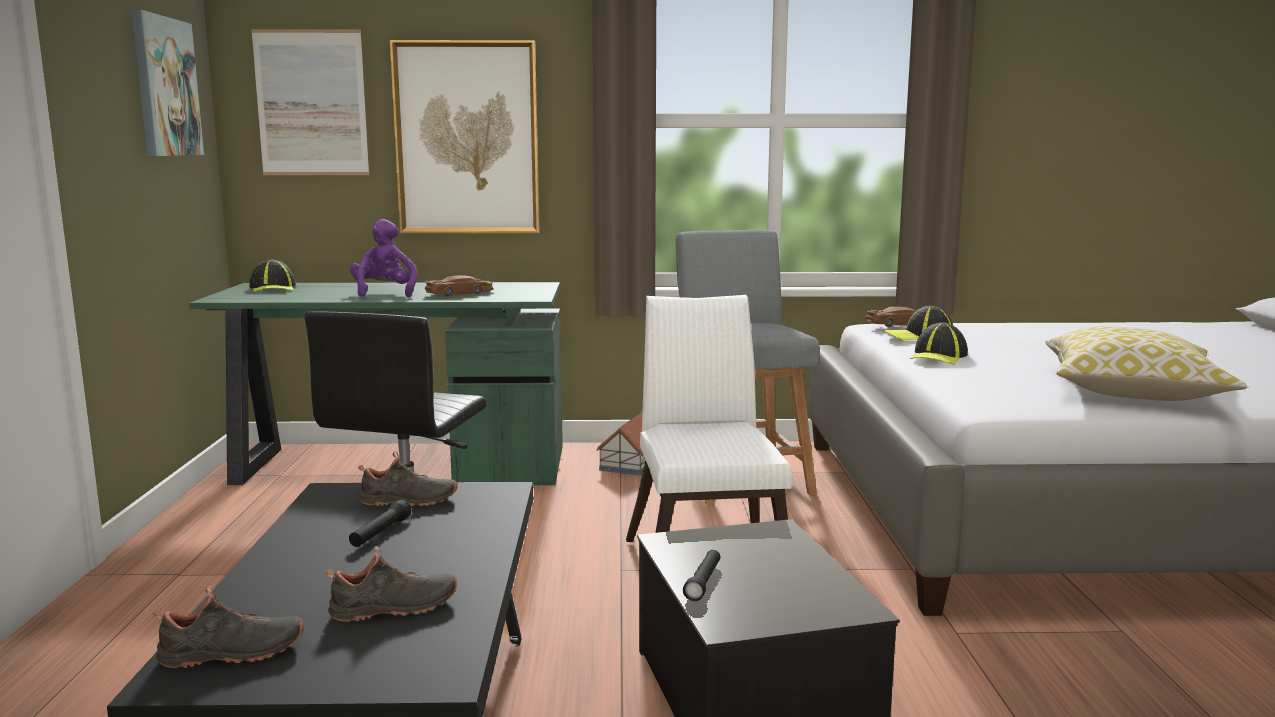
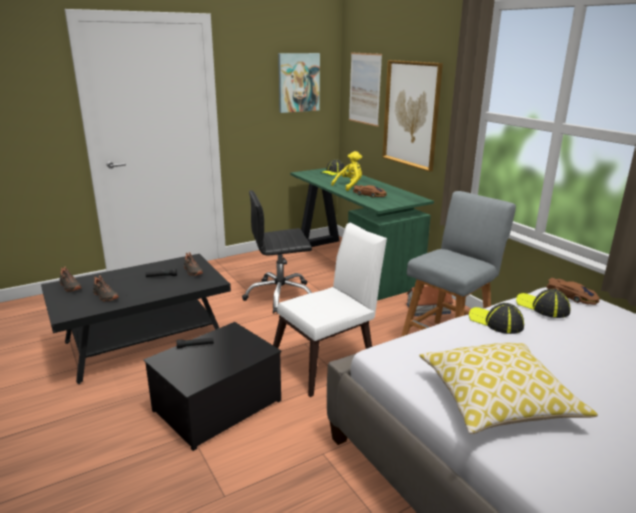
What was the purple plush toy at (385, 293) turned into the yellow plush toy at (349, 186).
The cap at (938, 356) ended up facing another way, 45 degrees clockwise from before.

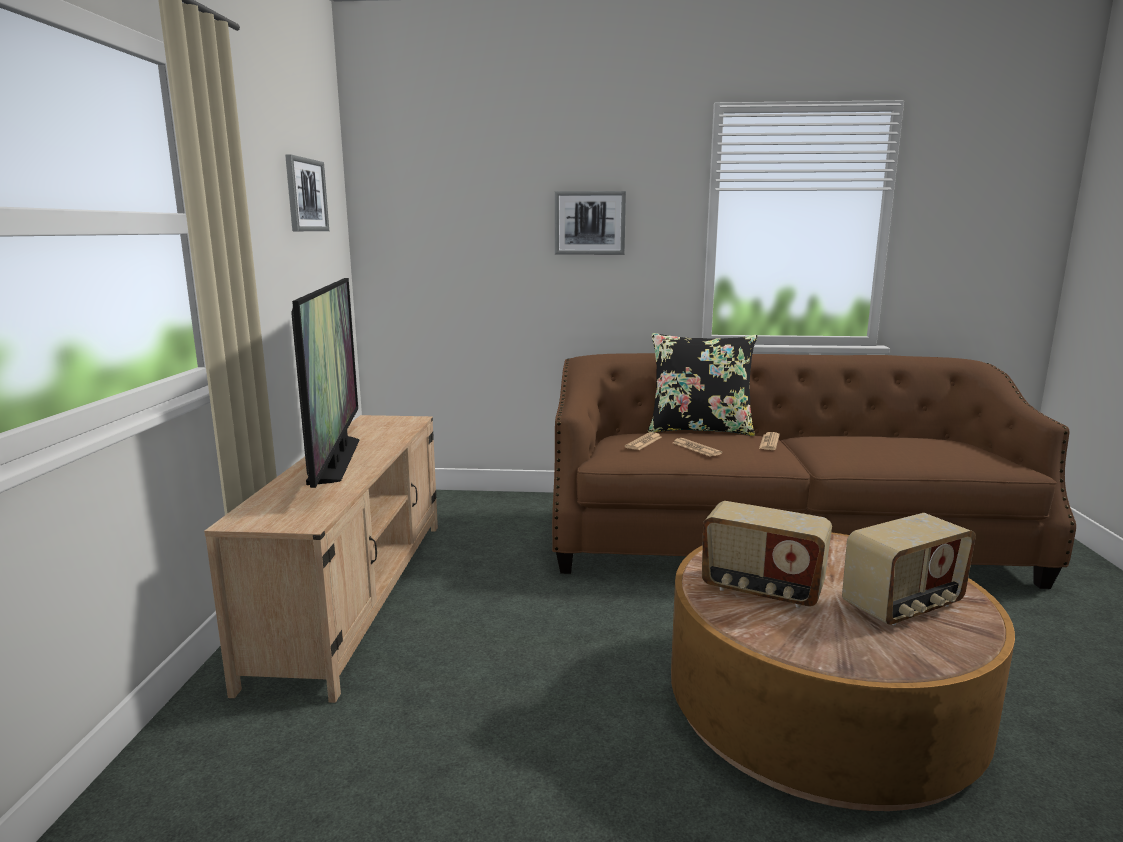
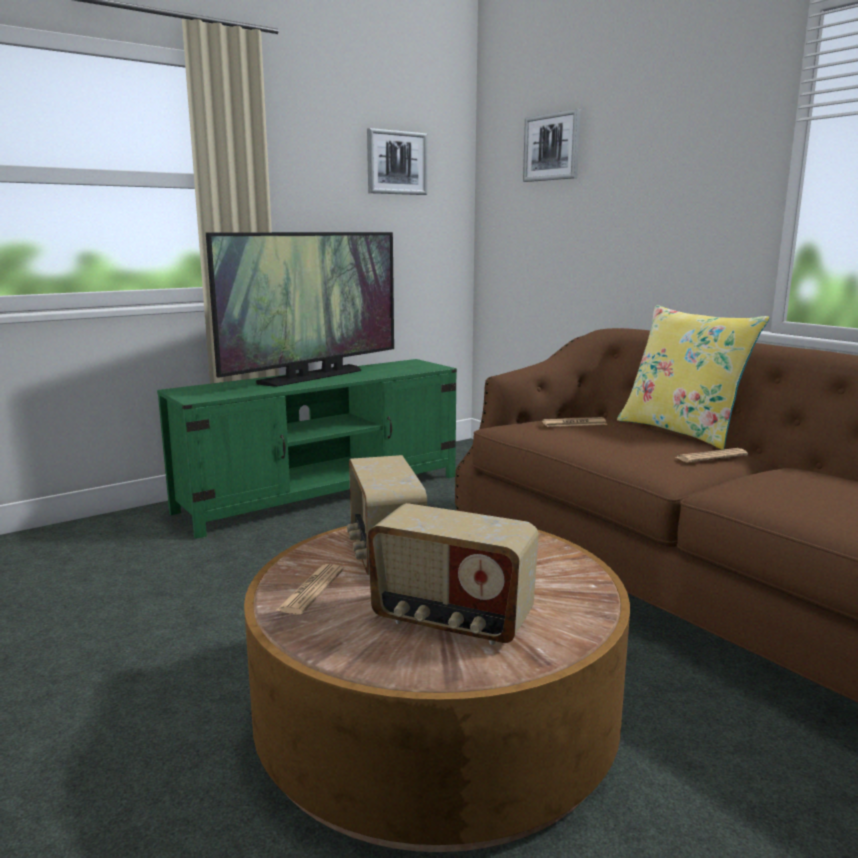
What was the beige tv stand at (356, 593) turned into the green tv stand at (323, 493).
The picture ended up elsewhere, having gone from (590, 223) to (552, 147).
What was the black pillow at (700, 429) turned into the yellow pillow at (681, 431).
The newspaper ended up elsewhere, having gone from (696, 448) to (311, 590).

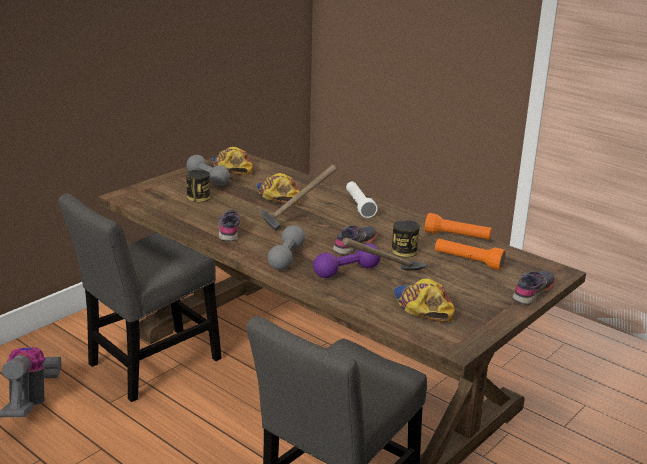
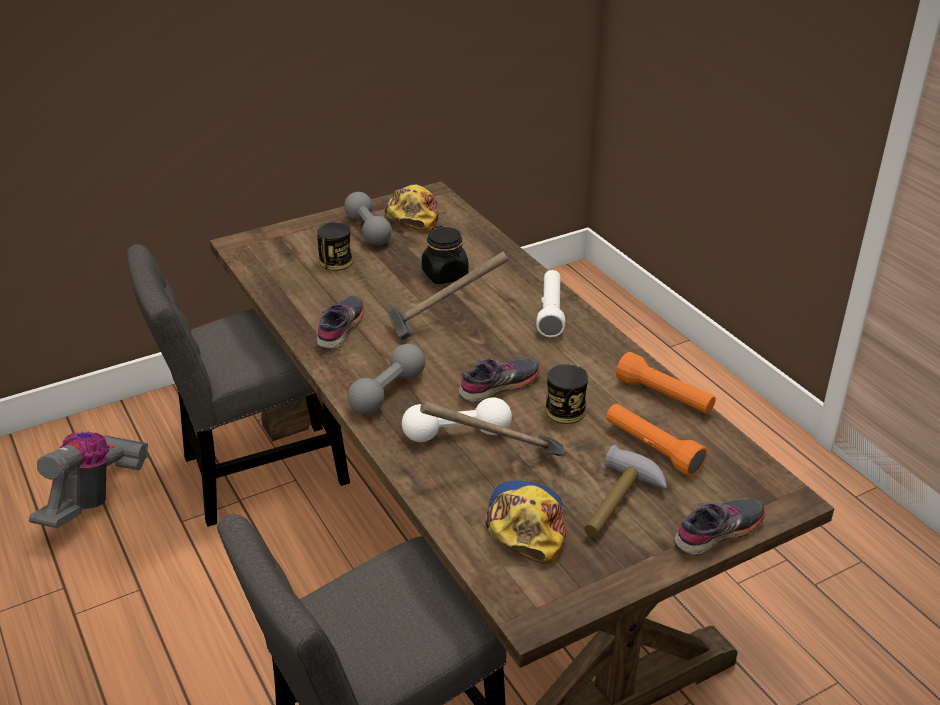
Where the cap stood at (277, 195), the black jar came to stand at (445, 274).
What was the purple dumbbell at (346, 271) turned into the white dumbbell at (457, 434).
The second view gained the hammer at (619, 504).

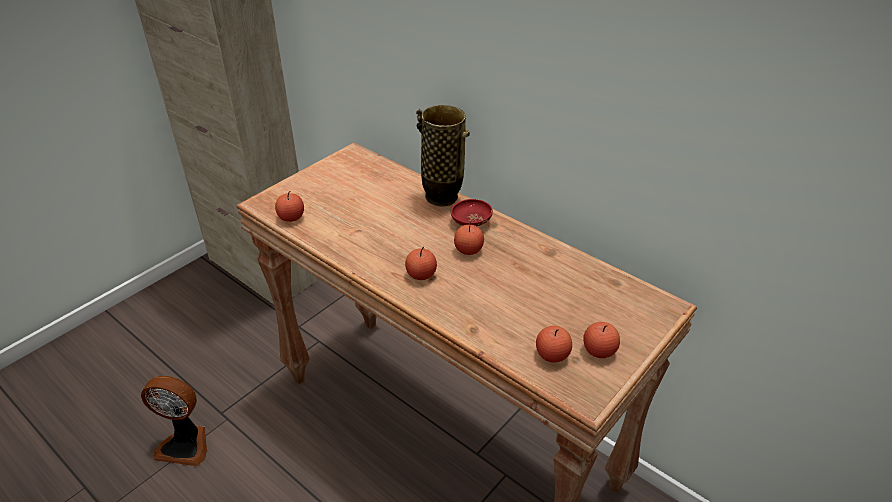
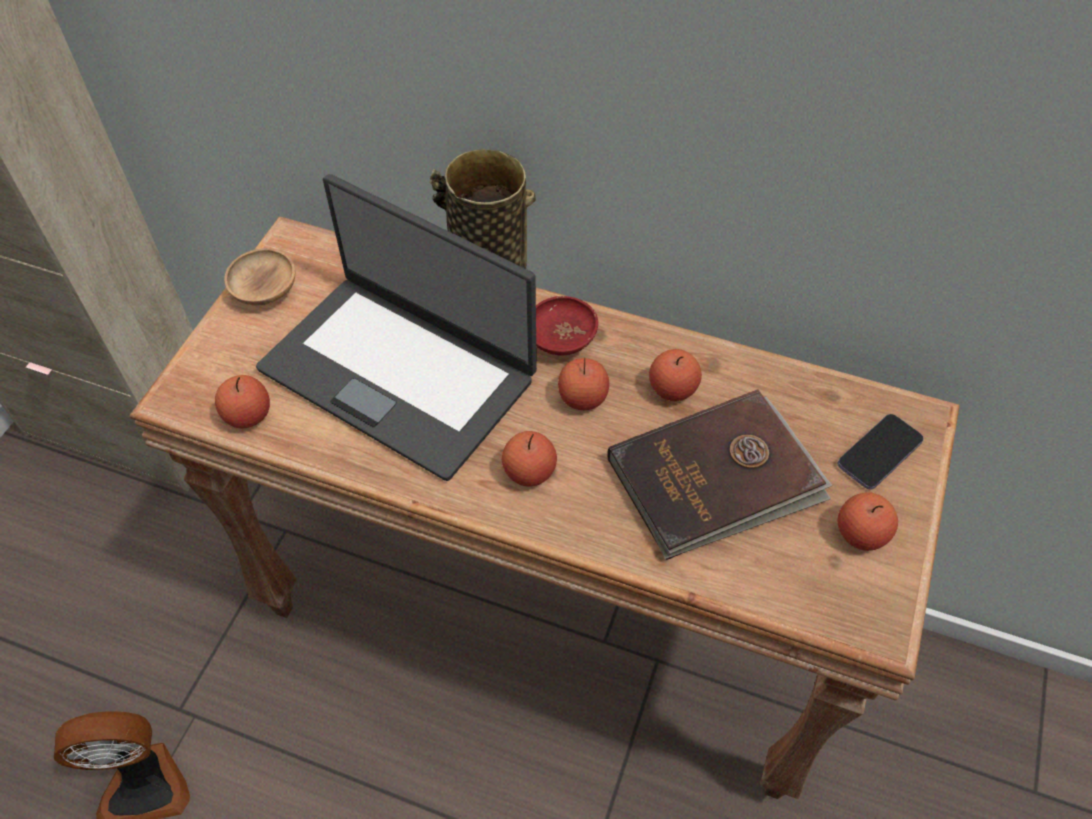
The apple ended up elsewhere, having gone from (552, 355) to (672, 389).
The second view gained the brown bowl at (265, 291).
The second view gained the laptop at (399, 371).
The second view gained the brown book at (716, 479).
The second view gained the phone at (879, 453).

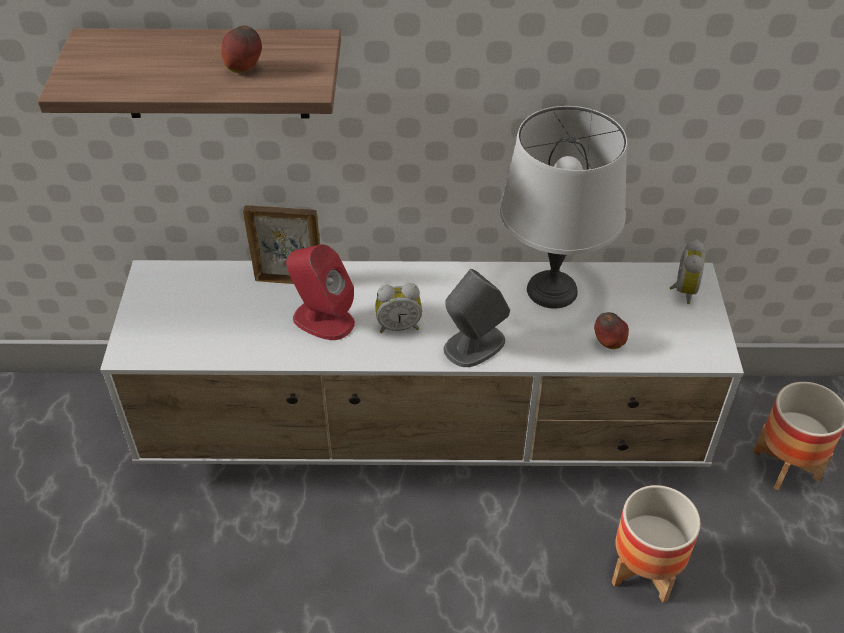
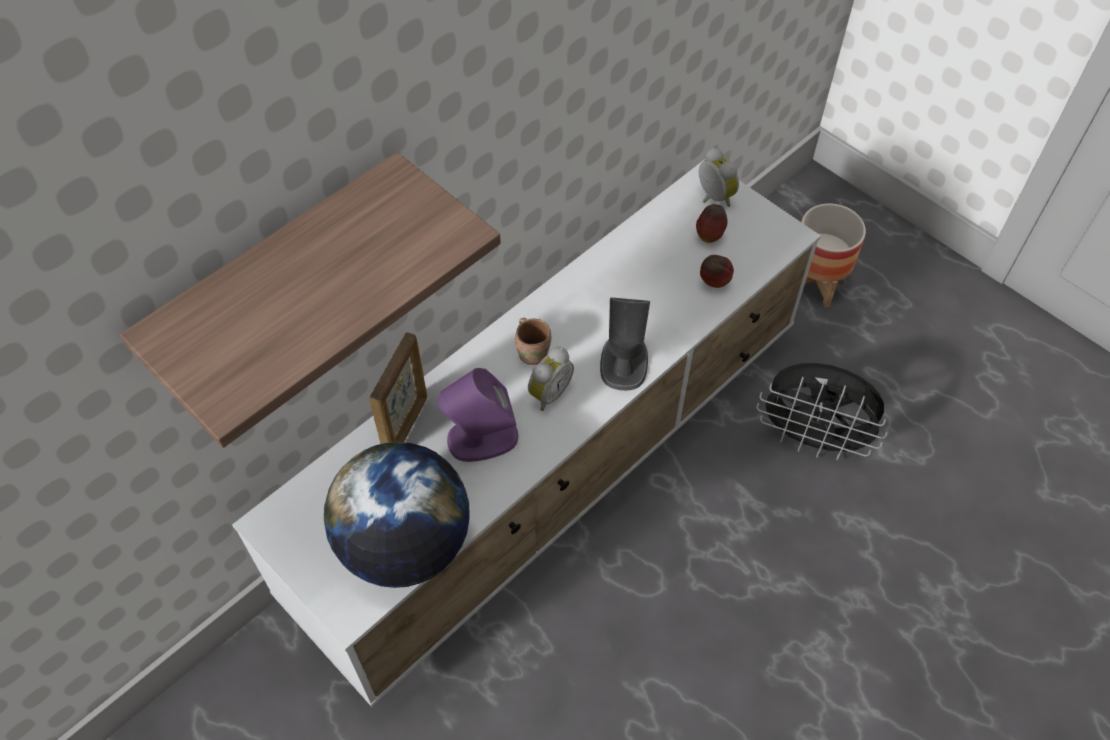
The apple ended up elsewhere, having gone from (244, 70) to (709, 236).
The picture frame at (289, 280) ended up facing another way, 150 degrees clockwise from before.
What was the red speaker at (322, 320) turned into the purple speaker at (481, 438).
The second view lost the grey table lamp at (553, 290).
Where the planter stood at (644, 571), the black fan came to stand at (812, 439).
The second view gained the globe at (405, 545).
The second view gained the brown mug at (533, 352).

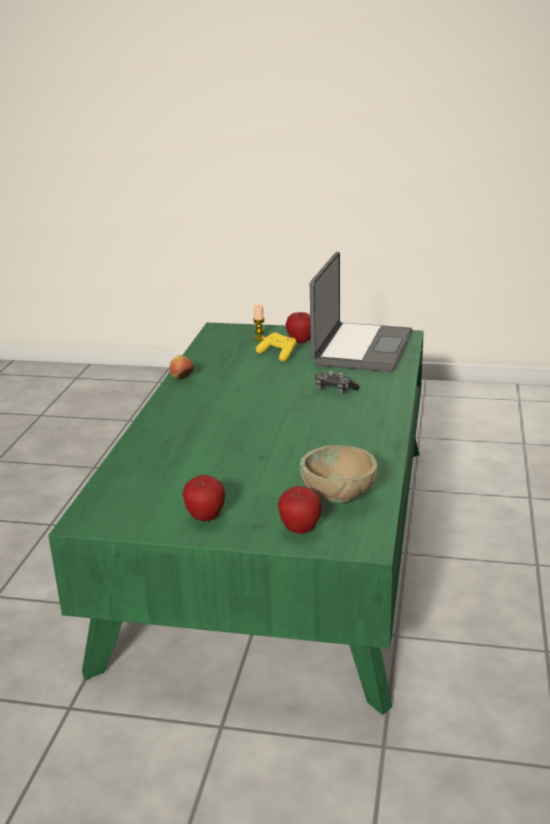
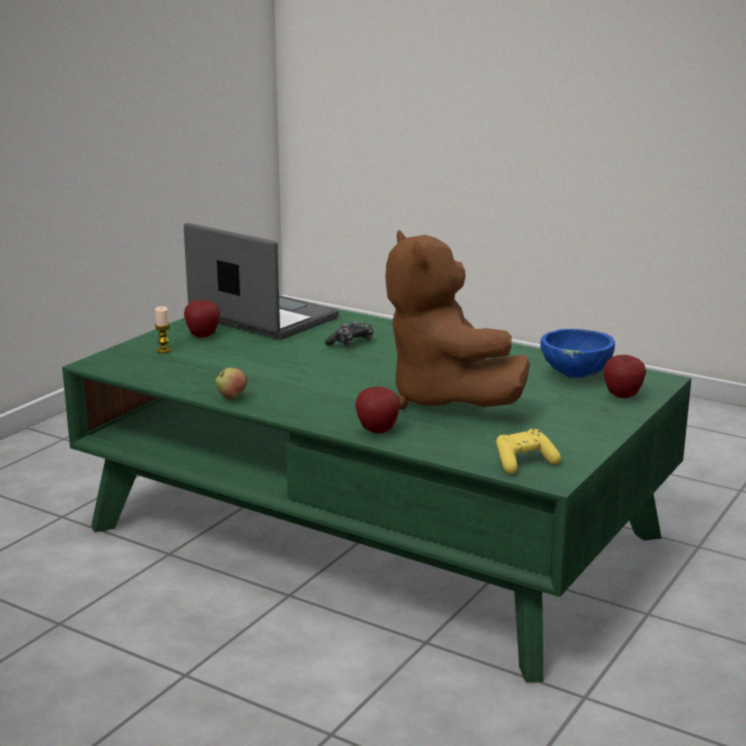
The apple ended up elsewhere, having gone from (205, 517) to (377, 431).
The yellow game controller ended up elsewhere, having gone from (278, 354) to (524, 462).
What was the beige bowl at (339, 497) turned into the blue bowl at (574, 375).
The second view gained the brown plush toy at (445, 400).

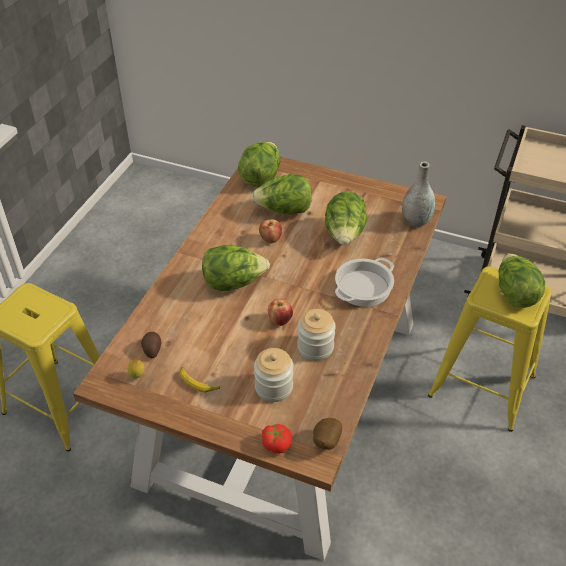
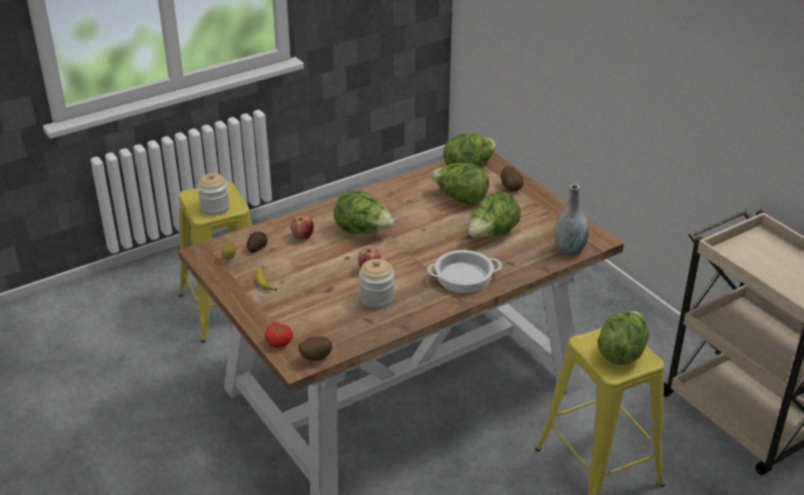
The jar ended up elsewhere, having gone from (273, 387) to (215, 207).
The apple ended up elsewhere, having gone from (270, 239) to (303, 237).
The second view gained the potato at (512, 188).

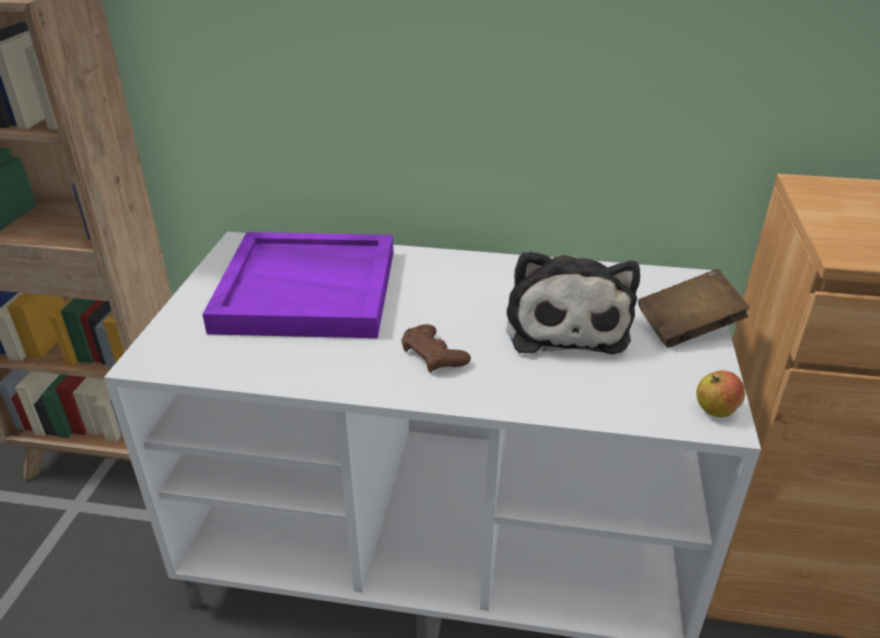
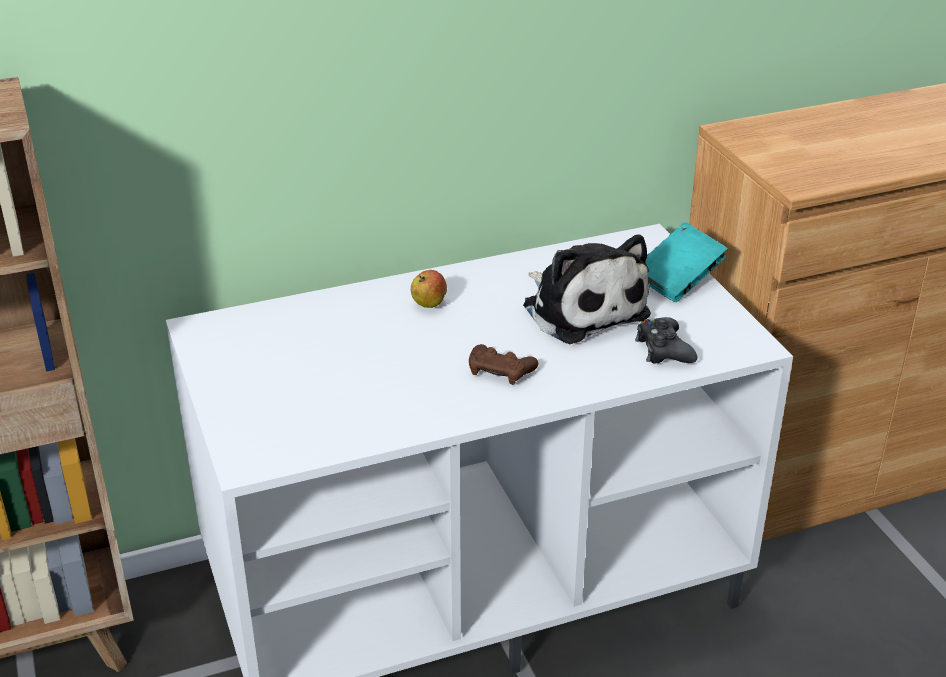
The second view lost the purple tray at (309, 289).
What was the brown book at (688, 327) turned into the turquoise book at (678, 280).
The apple ended up elsewhere, having gone from (715, 410) to (429, 304).
The second view gained the black game controller at (663, 349).

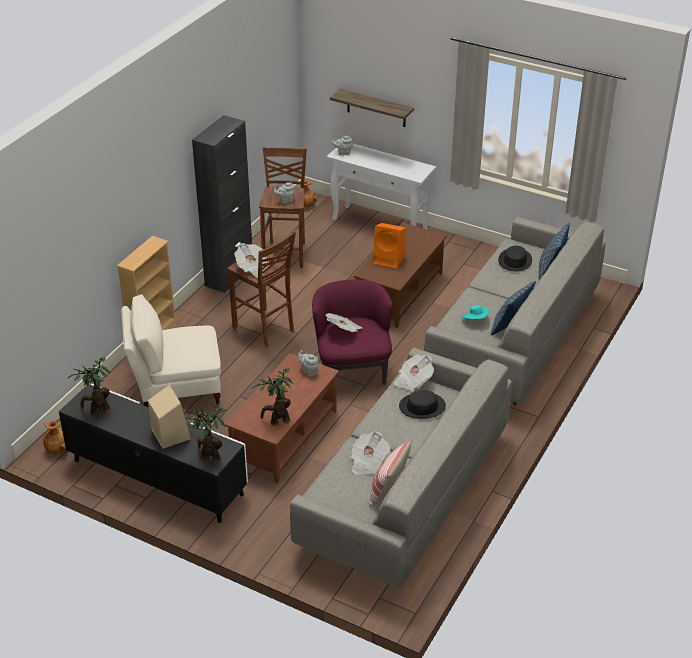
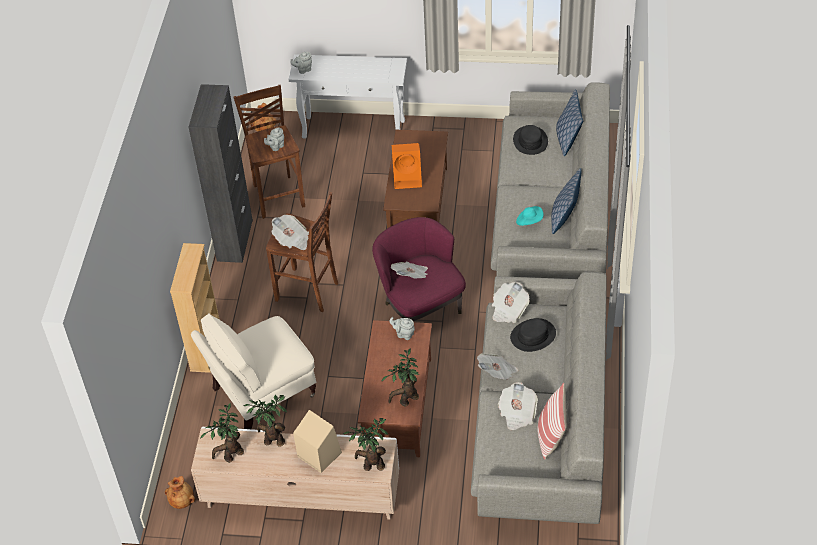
What was the black tv stand at (157, 478) turned into the beige tv stand at (301, 494).
The second view lost the shelf at (376, 108).
The second view gained the potted plant at (272, 440).
The second view gained the newspaper at (497, 373).

